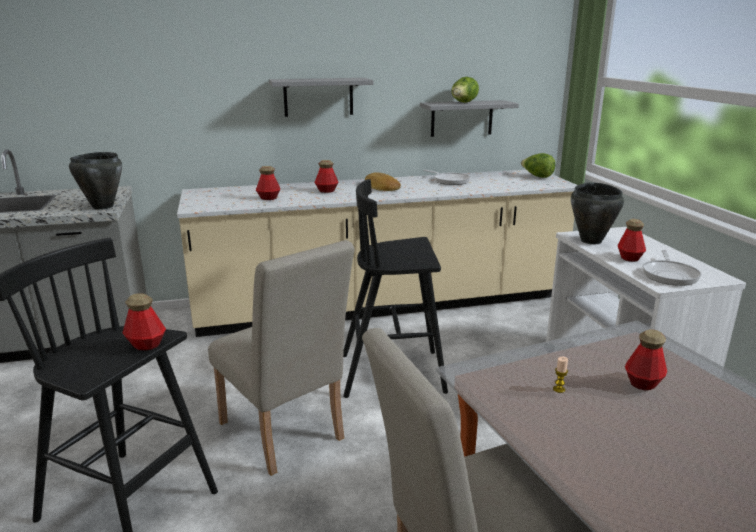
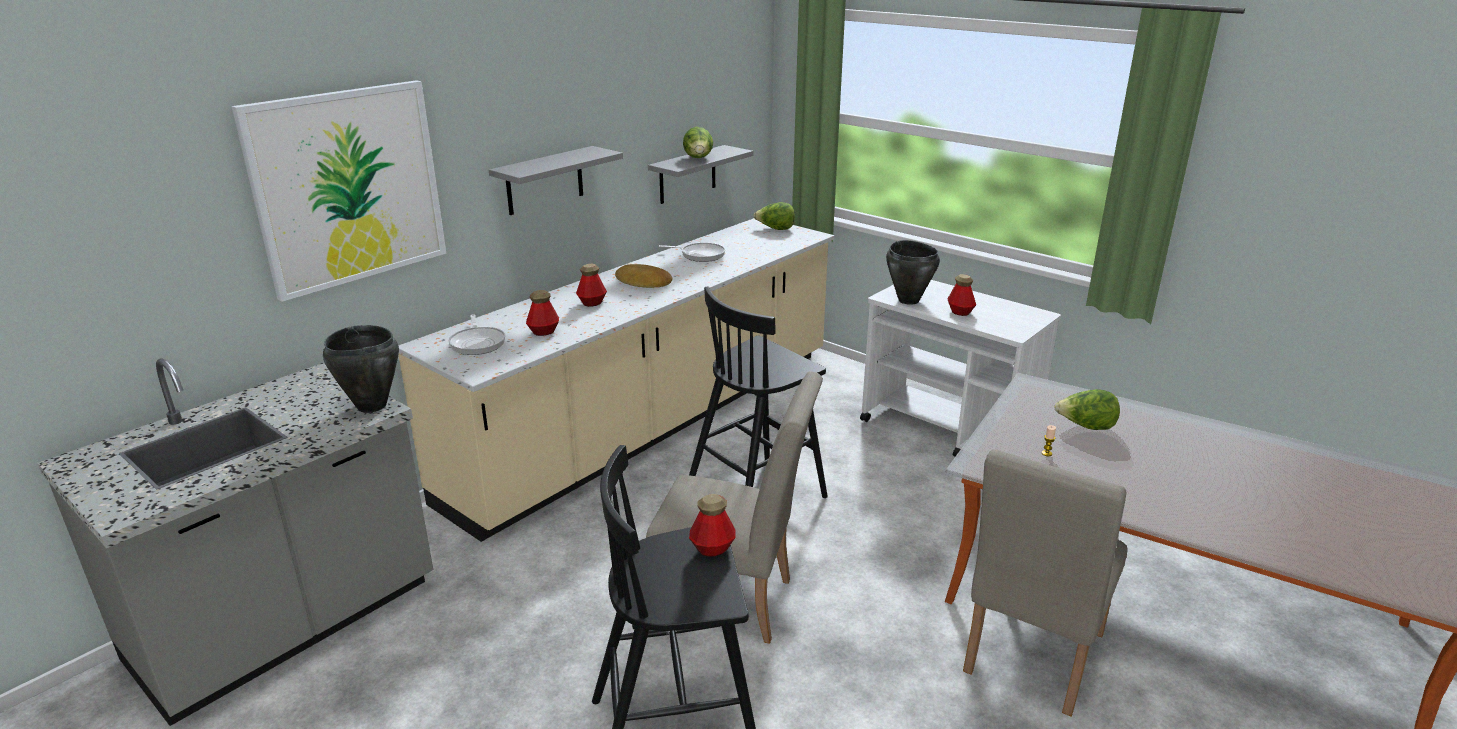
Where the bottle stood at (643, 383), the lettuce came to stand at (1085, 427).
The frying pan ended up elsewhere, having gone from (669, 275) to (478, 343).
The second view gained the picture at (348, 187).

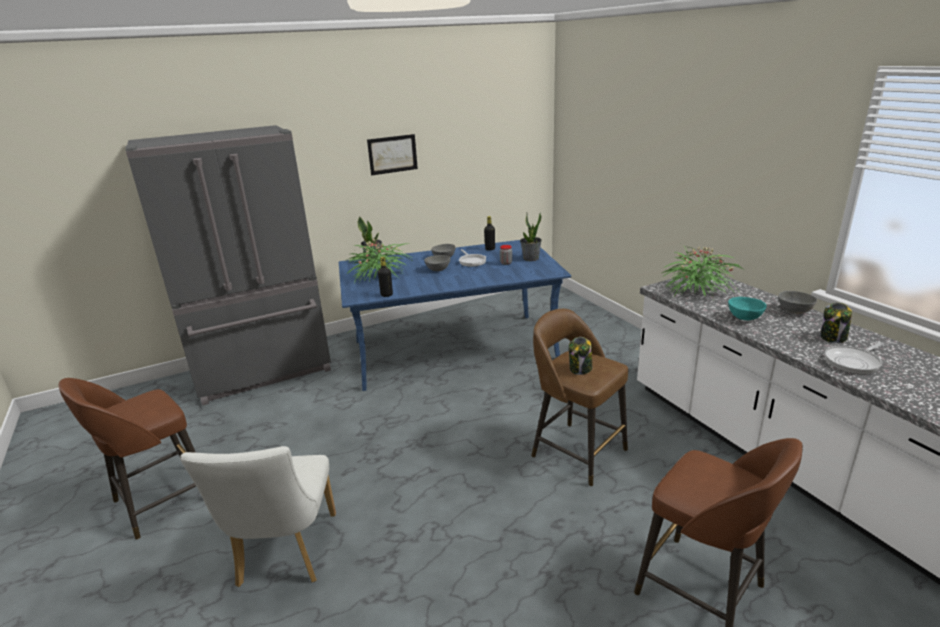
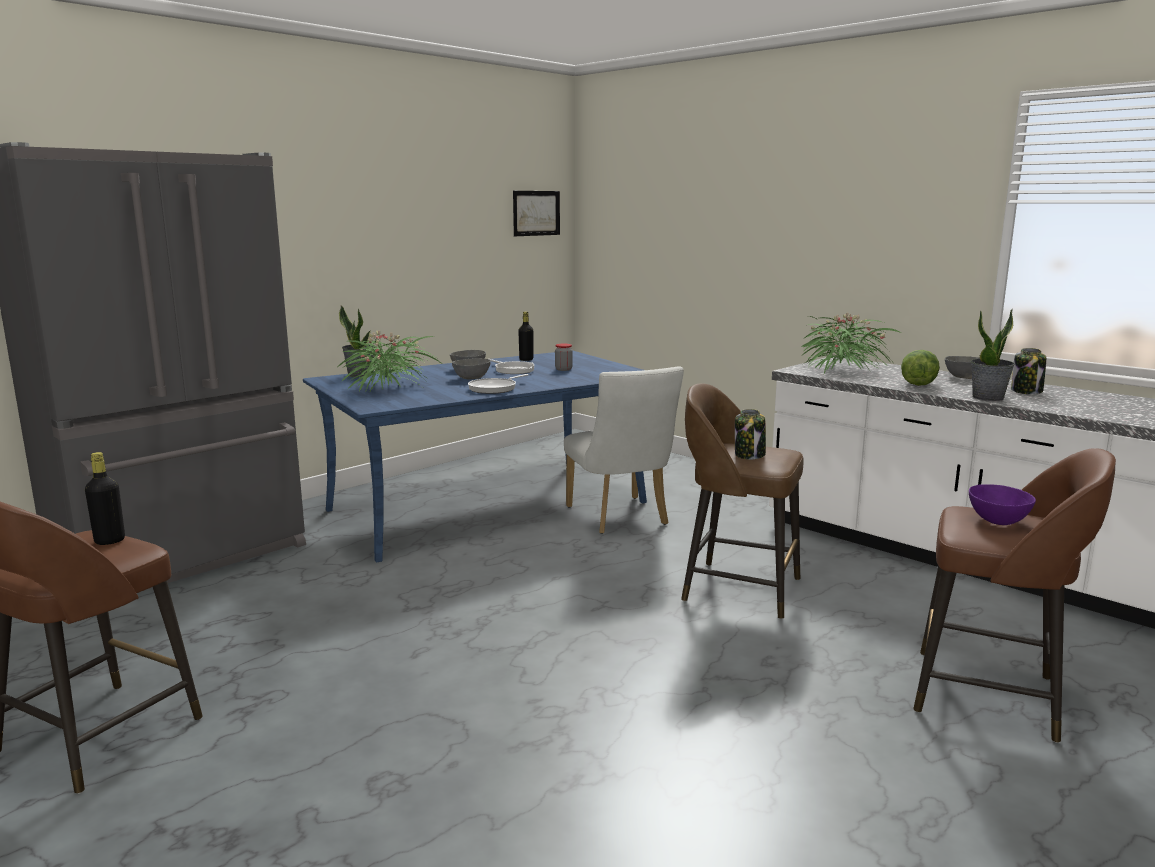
The white chair ended up elsewhere, having gone from (285, 555) to (620, 518).
The picture ended up elsewhere, having gone from (392, 154) to (536, 213).
The black bottle ended up elsewhere, having gone from (386, 295) to (110, 541).
The potted plant ended up elsewhere, having gone from (531, 258) to (988, 397).
Where the turquoise bowl stood at (743, 317), the lettuce came to stand at (918, 384).
The frying pan ended up elsewhere, having gone from (853, 362) to (495, 388).
The second view gained the purple bowl at (997, 520).

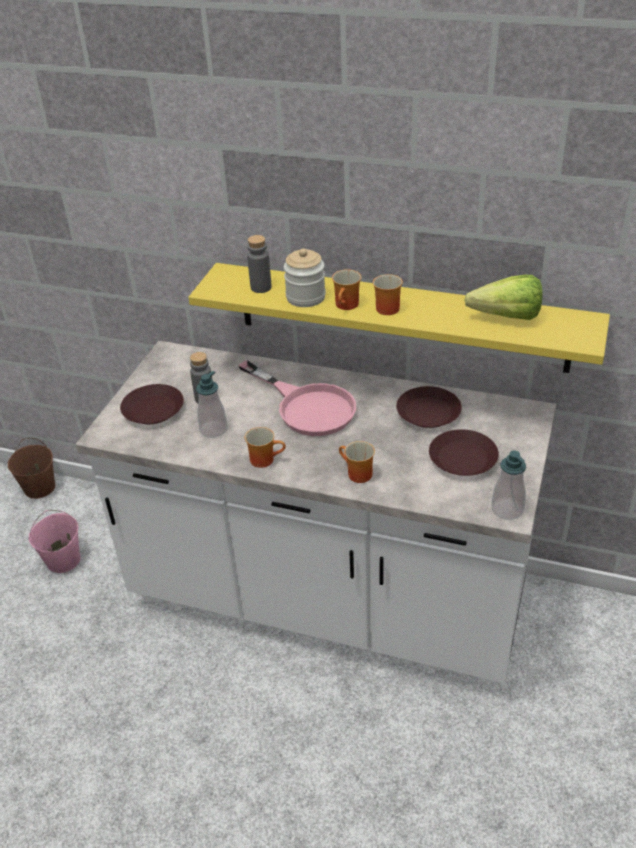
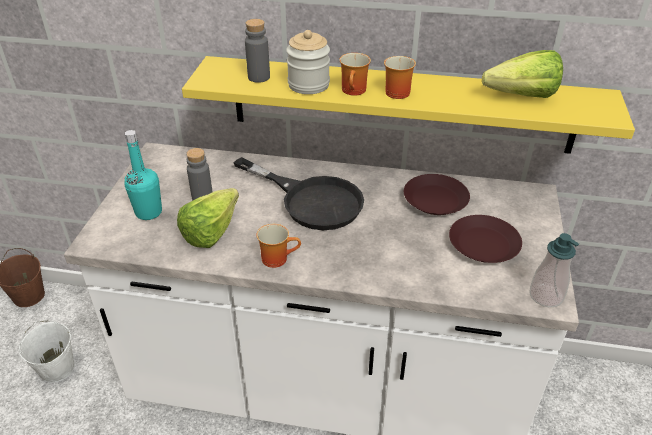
What was the pink bucket at (63, 560) turned into the white bucket at (57, 368).
Where the brown plate stood at (154, 410), the turquoise bottle came to stand at (148, 212).
Where the soap dispenser stood at (213, 430), the lettuce came to stand at (216, 229).
What was the pink frying pan at (307, 406) turned into the black frying pan at (311, 200).
The second view lost the mug at (356, 474).

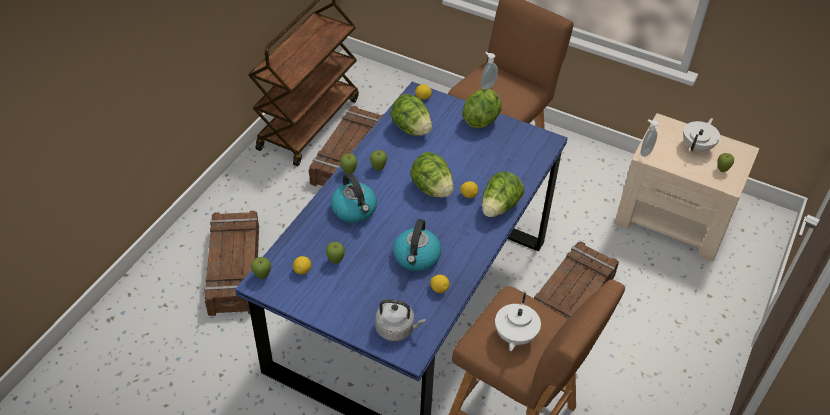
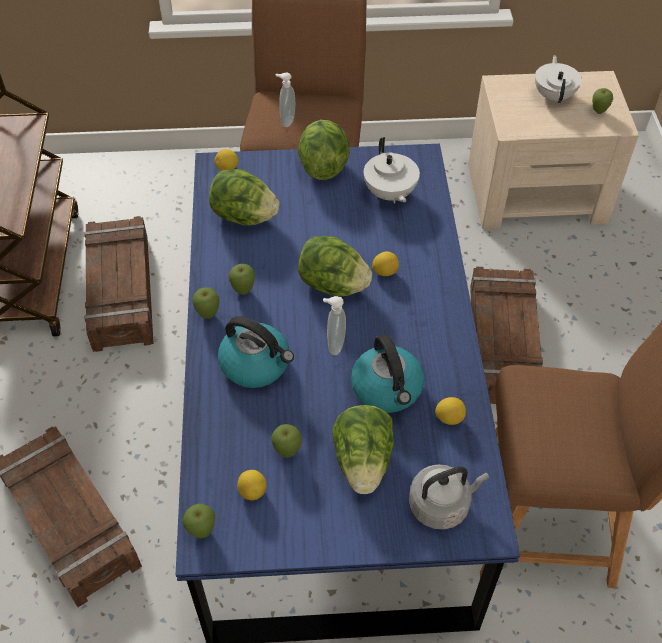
The lettuce ended up elsewhere, having gone from (499, 207) to (363, 462).
The white teapot ended up elsewhere, having gone from (514, 336) to (389, 194).
The soap dispenser ended up elsewhere, having gone from (645, 152) to (334, 344).

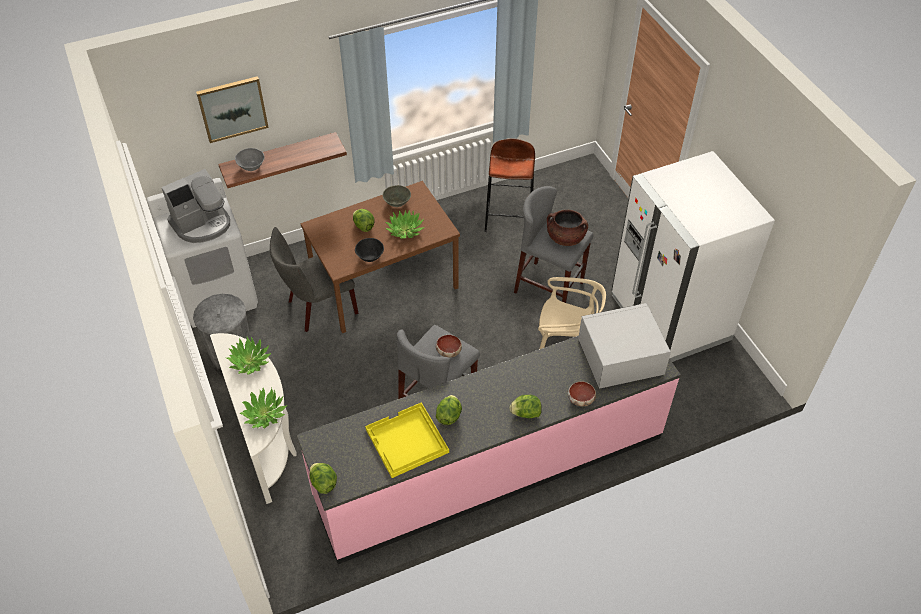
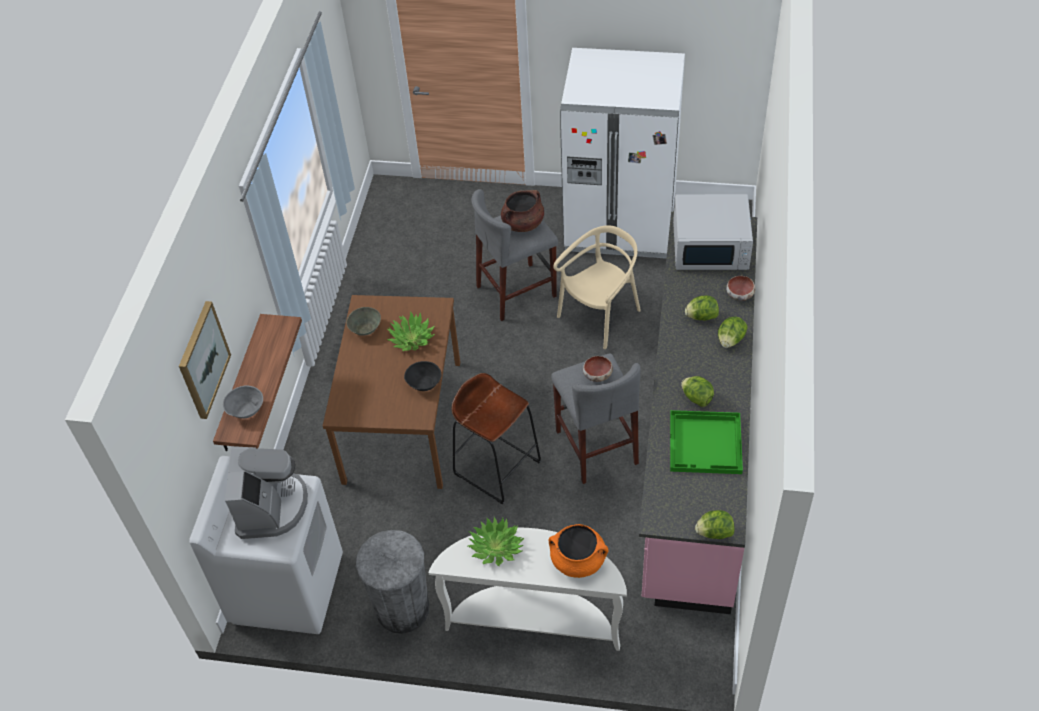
Where the potted plant stood at (264, 414), the orange cooking pot came to stand at (578, 560).
The second view lost the grey chair at (318, 308).
The lettuce ended up elsewhere, having gone from (363, 226) to (701, 317).
What was the yellow tray at (406, 441) turned into the green tray at (706, 444).
The brown stool ended up elsewhere, having gone from (509, 217) to (497, 467).
The white microwave at (619, 357) ended up facing another way, 105 degrees counterclockwise from before.

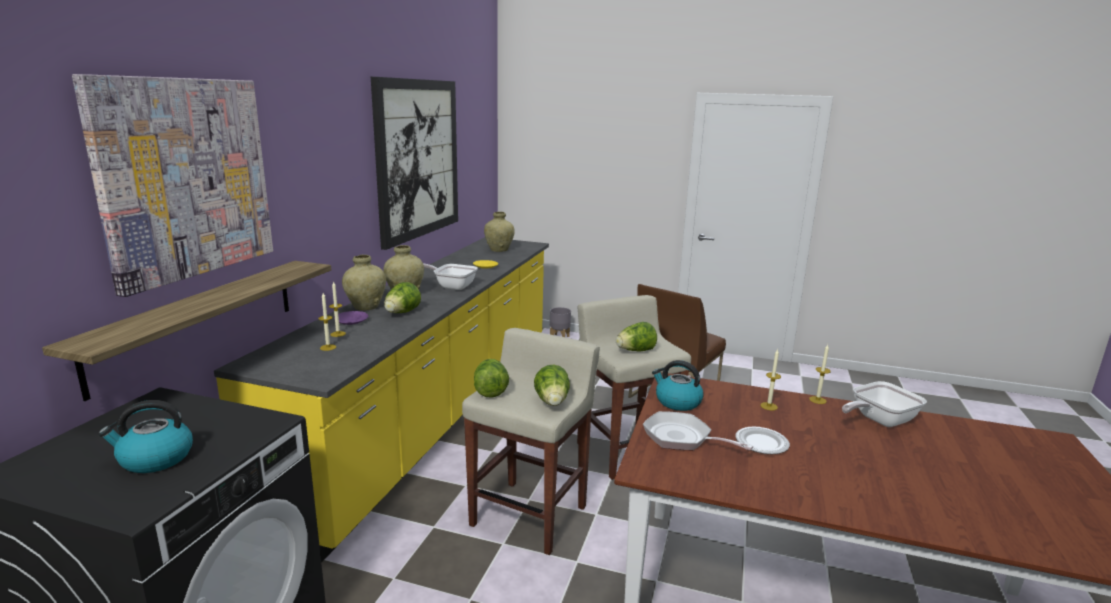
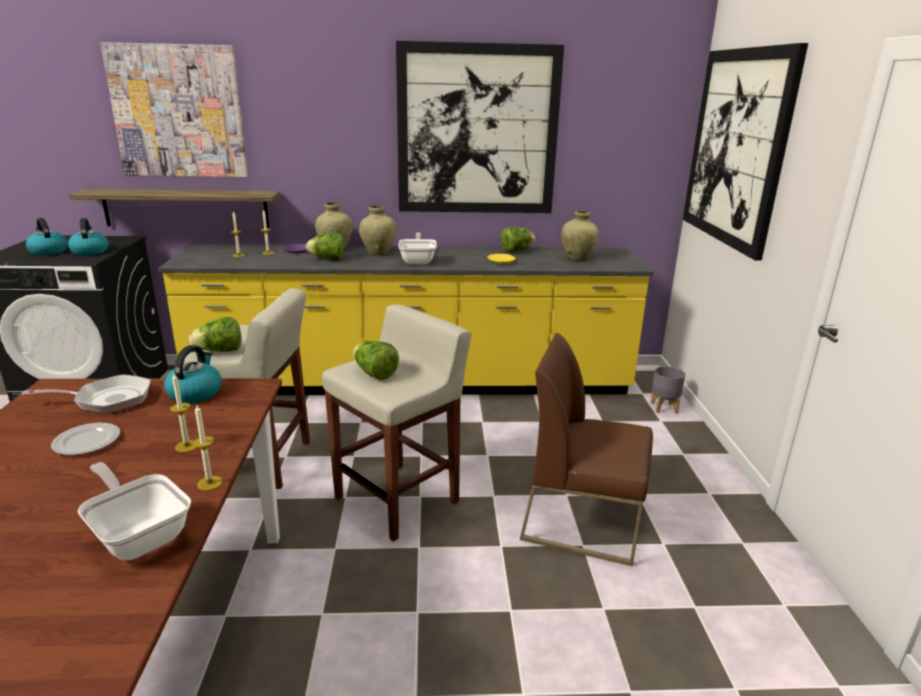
The lettuce ended up elsewhere, having gone from (490, 390) to (517, 250).
The frying pan at (682, 438) ended up facing another way, 60 degrees clockwise from before.
The second view gained the kettle at (90, 251).
The second view gained the picture at (737, 148).

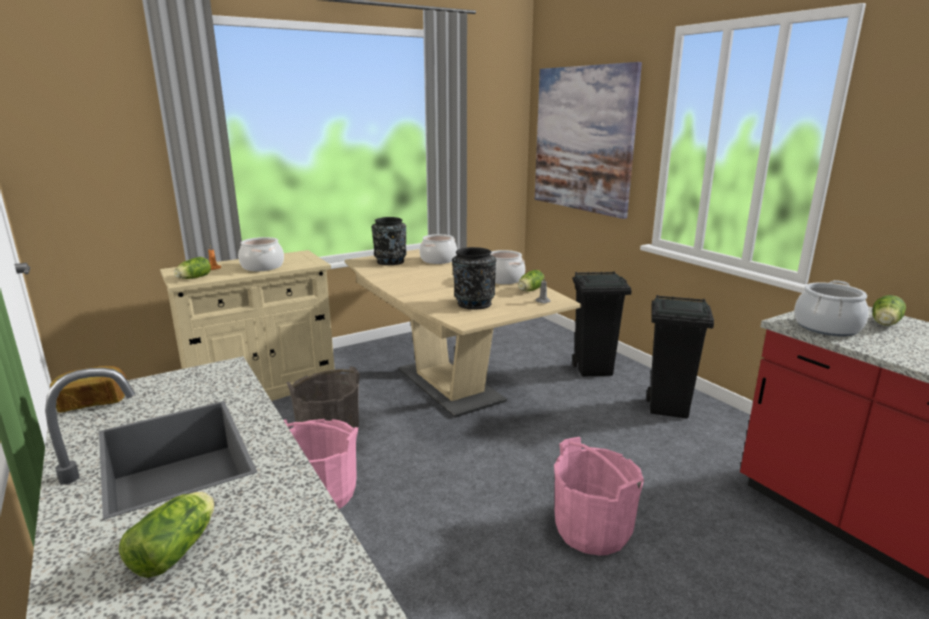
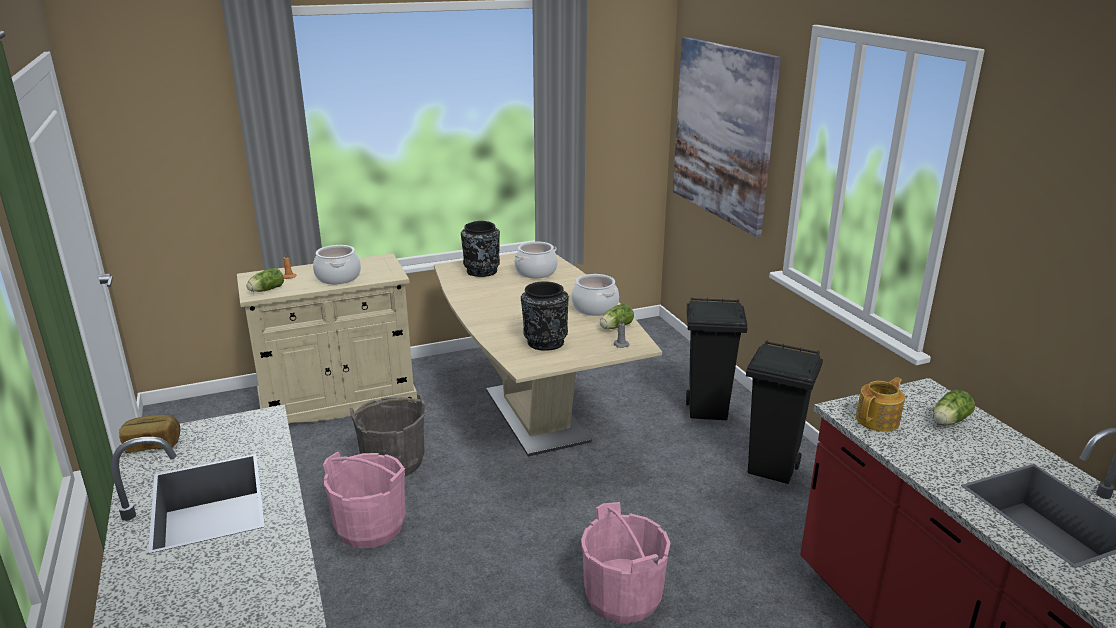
The second view lost the lettuce at (178, 549).
Where the cooking pot stood at (827, 327), the teapot came to stand at (878, 420).

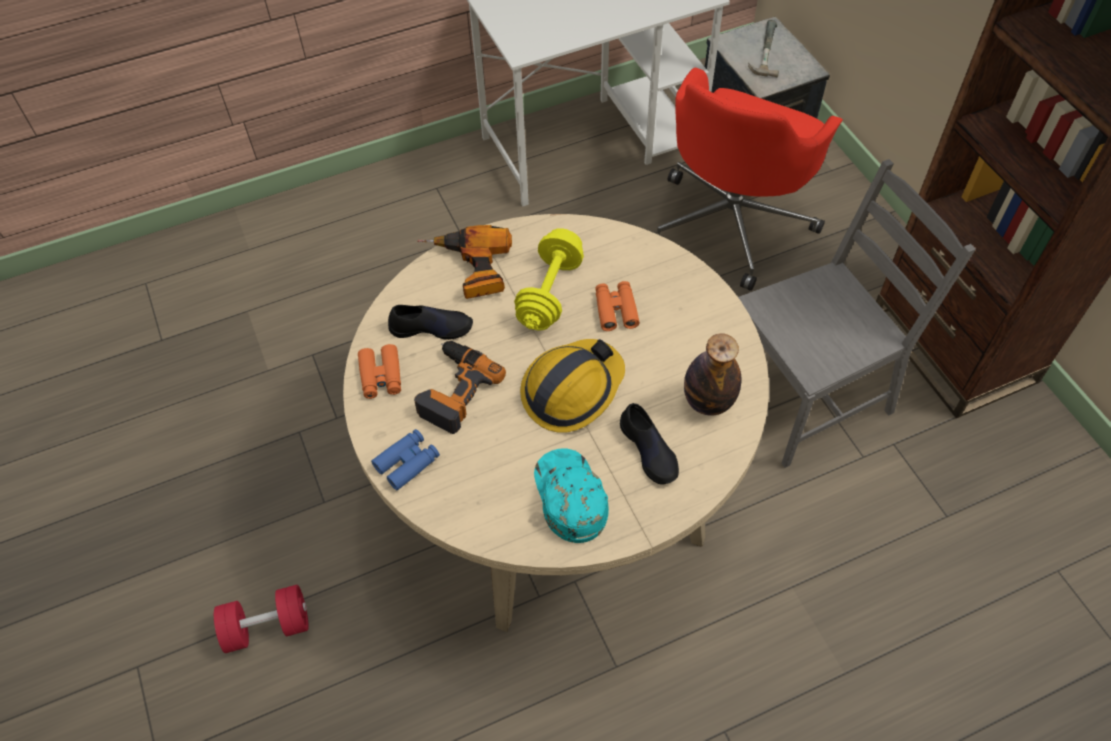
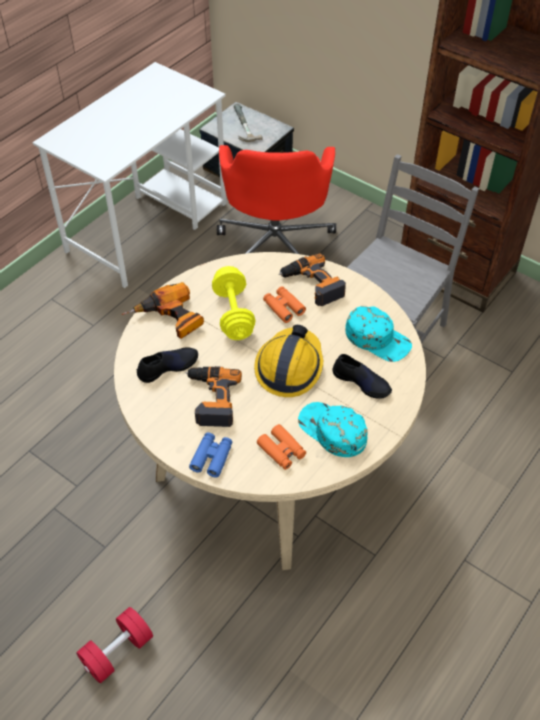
The orange binoculars ended up elsewhere, having gone from (381, 376) to (281, 450).
Where the bottle stood at (708, 401), the turquoise cap came to stand at (378, 339).
The second view gained the power drill at (312, 285).

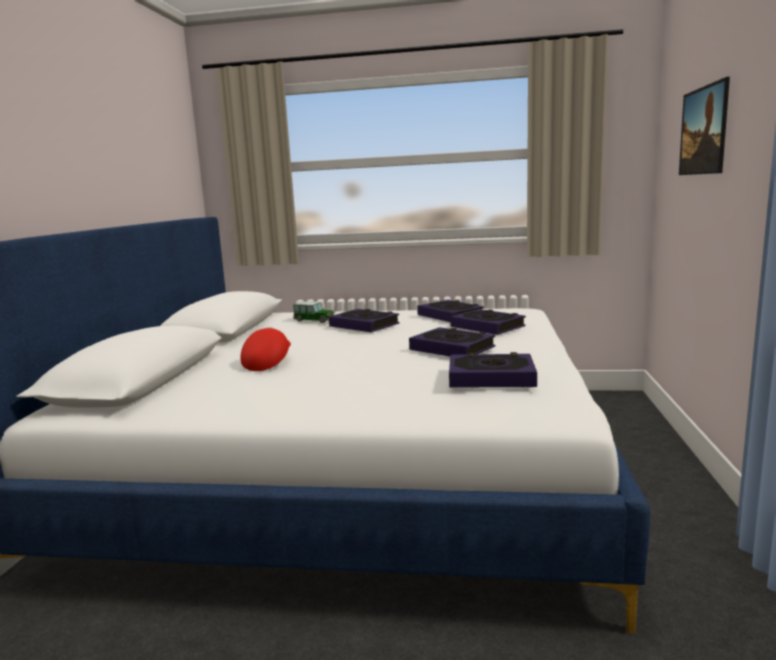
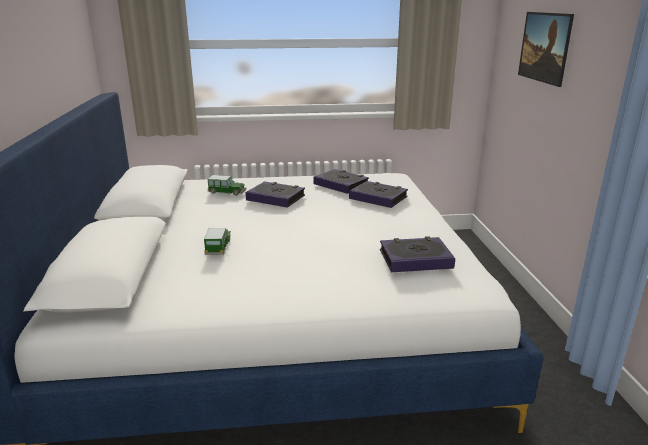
Where the red cap stood at (267, 362), the toy car came to stand at (218, 247).
The second view lost the book at (452, 348).

